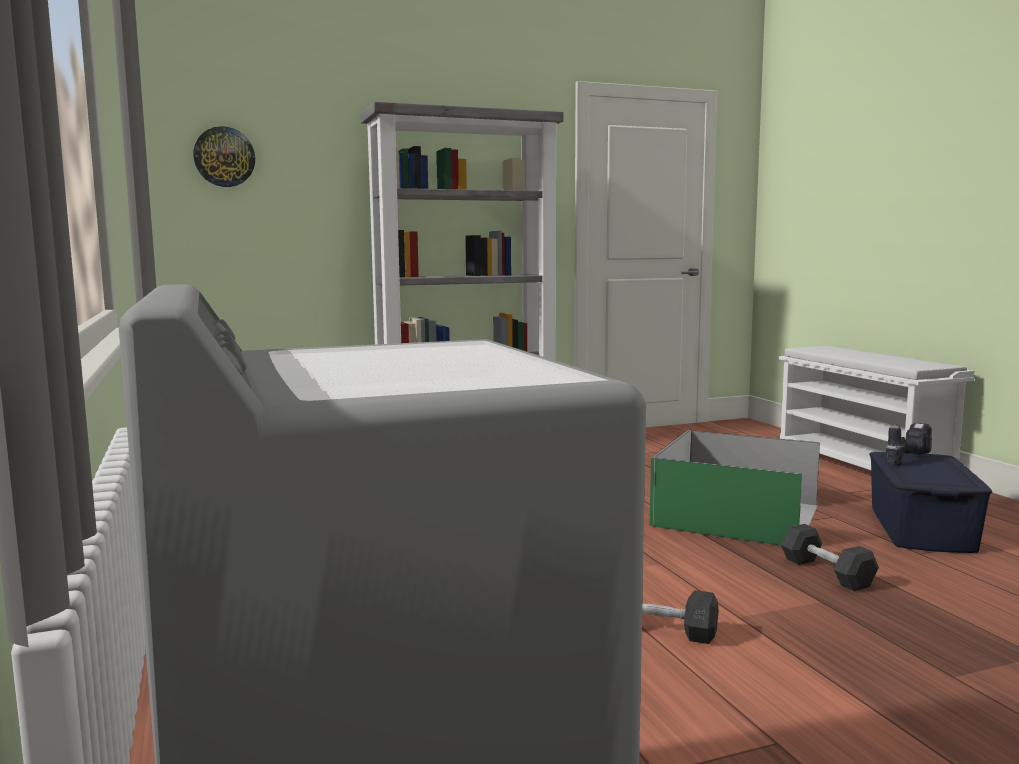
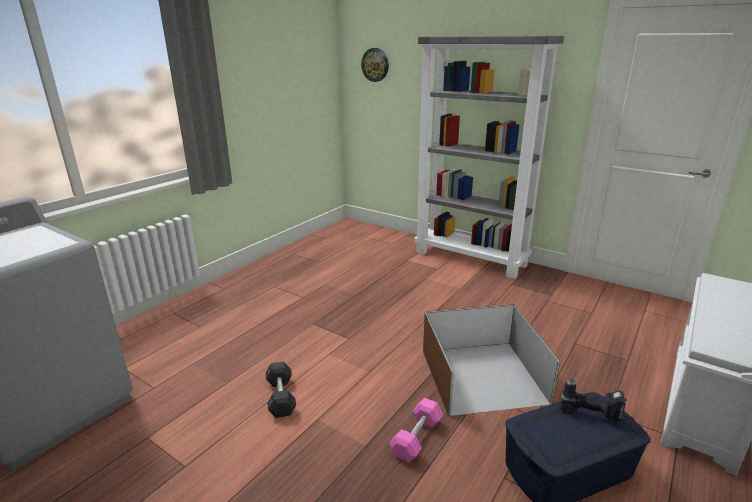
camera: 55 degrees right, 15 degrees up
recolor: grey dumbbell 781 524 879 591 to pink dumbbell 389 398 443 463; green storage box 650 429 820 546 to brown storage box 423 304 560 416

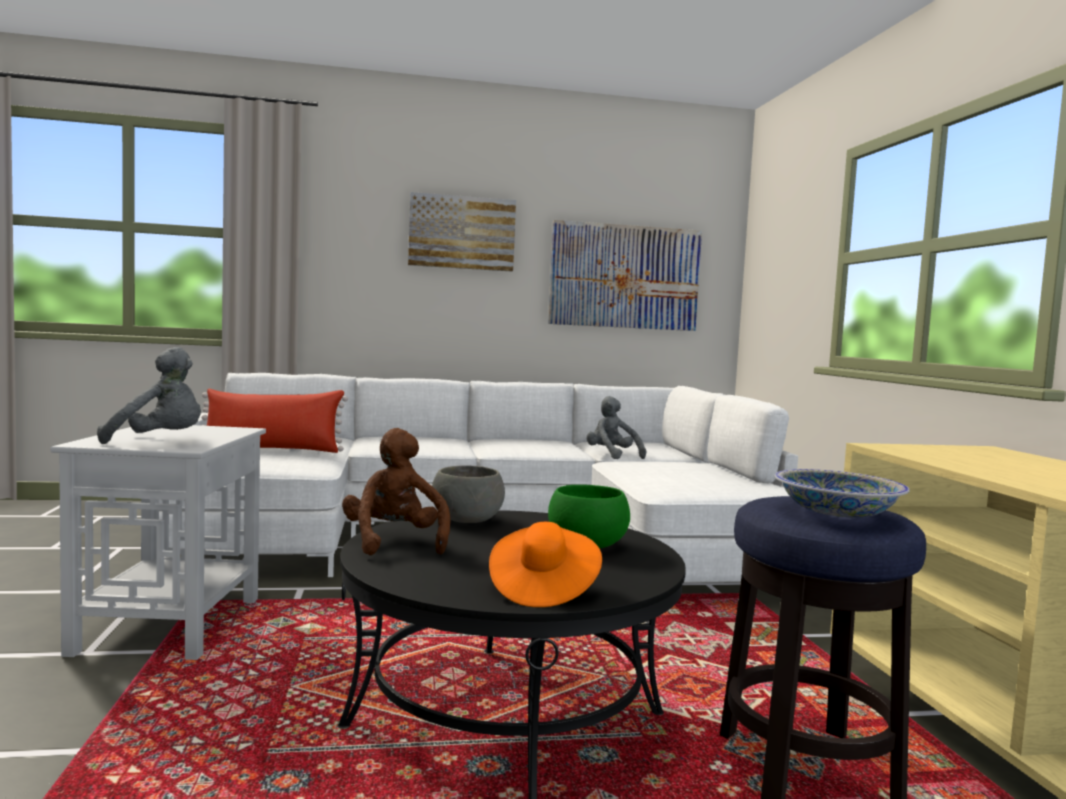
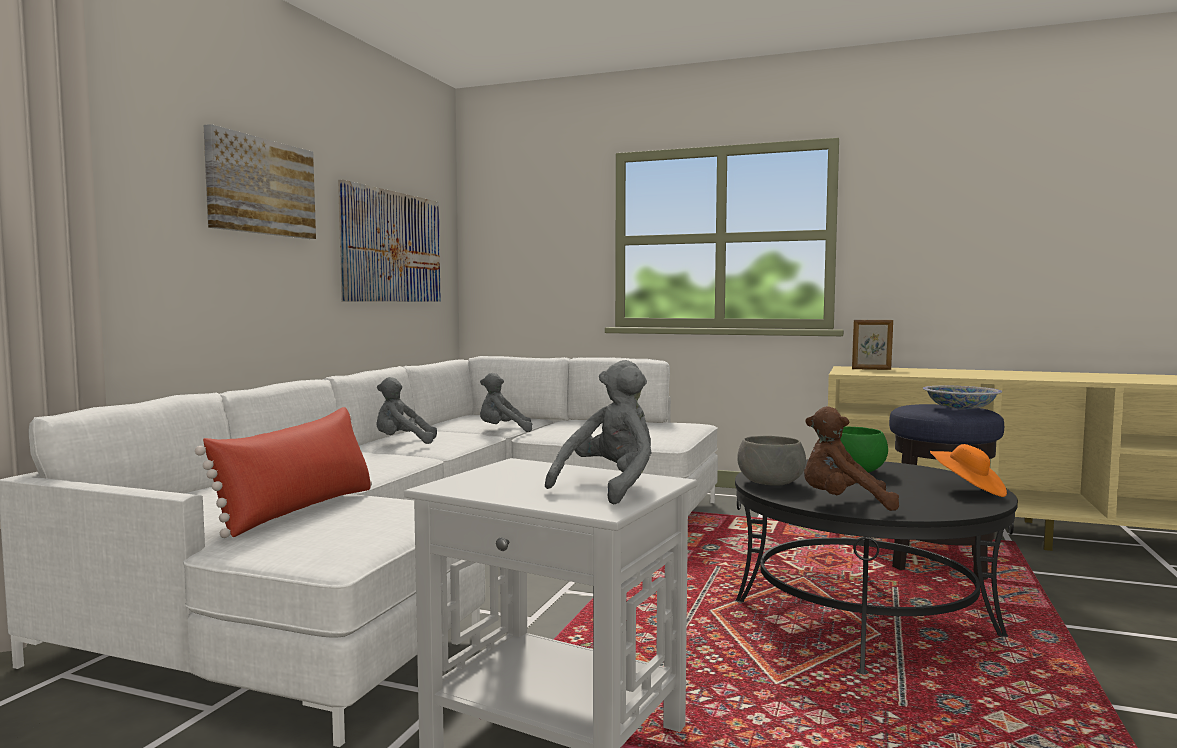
camera: 60 degrees left, 0 degrees up
insert: grey plush toy 376 377 437 444; picture frame 852 320 893 370

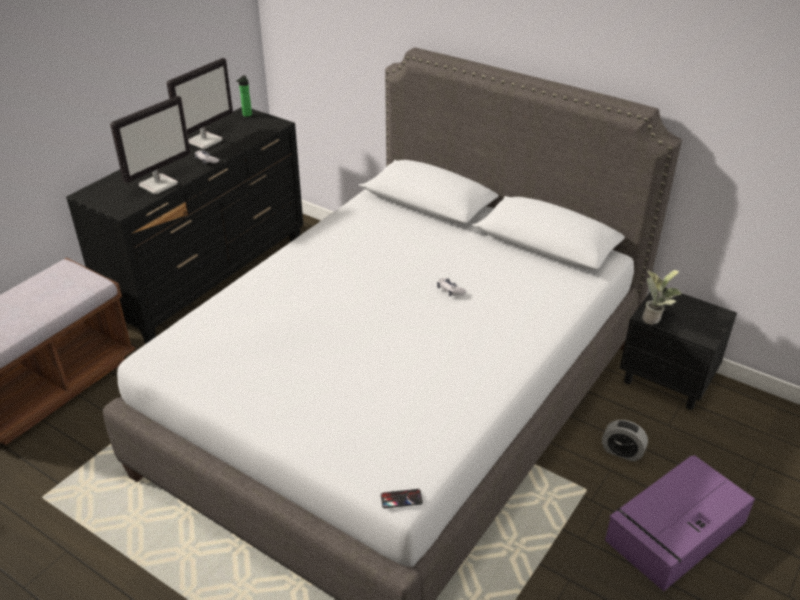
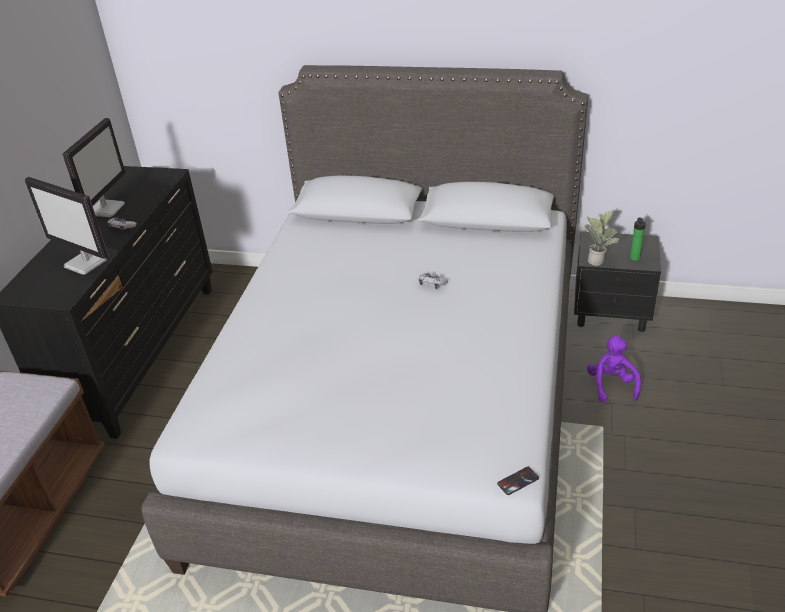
camera: 20 degrees left, 0 degrees up
delete: purple storage box 605 455 755 591
move: bottle 236 75 252 117 to 630 217 646 261
replace: alarm clock 602 420 648 462 to purple plush toy 587 336 641 402
rotate: monitor 110 96 191 194 = 25 177 109 275 105 degrees clockwise

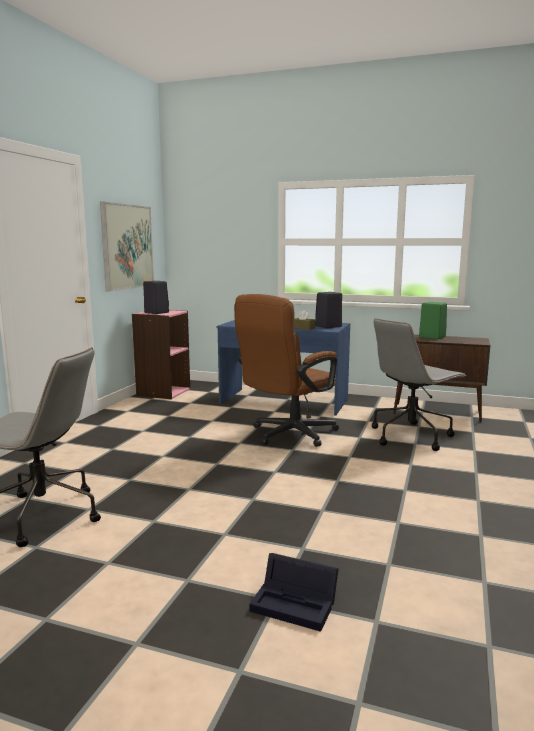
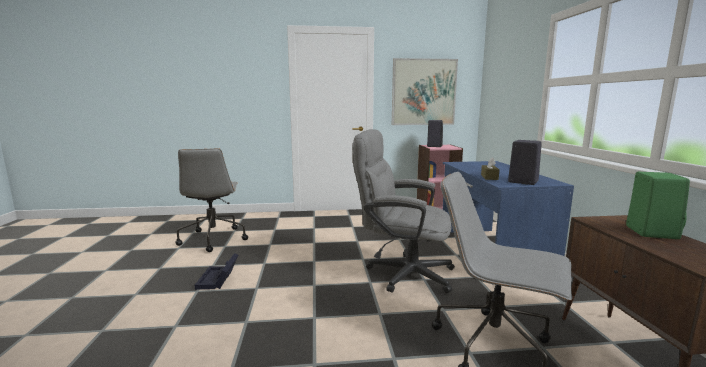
camera: 65 degrees right, 0 degrees up
move: black storage box 250 553 339 632 to 195 253 238 290
recolor: brown office chair 234 294 339 447 to grey office chair 353 129 455 293

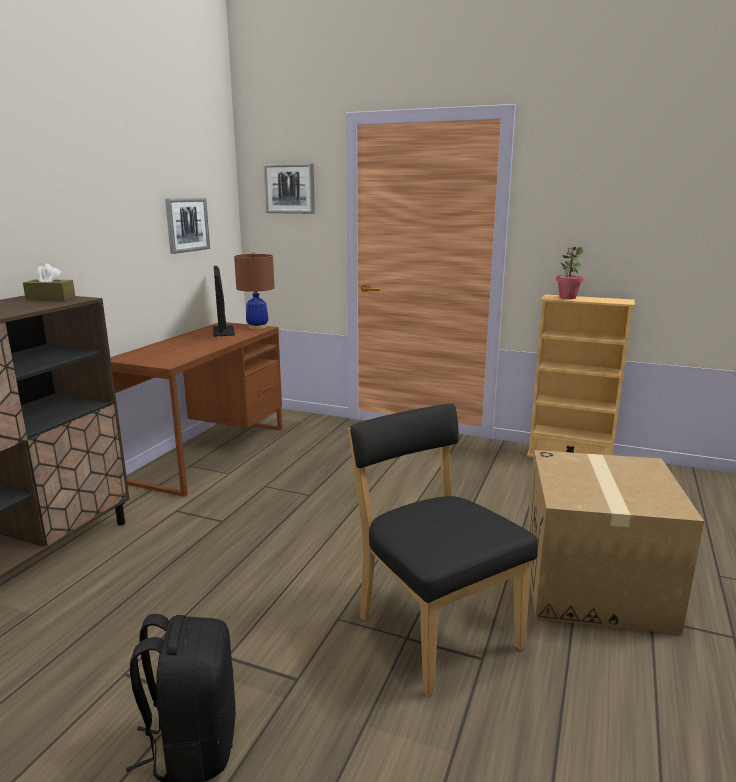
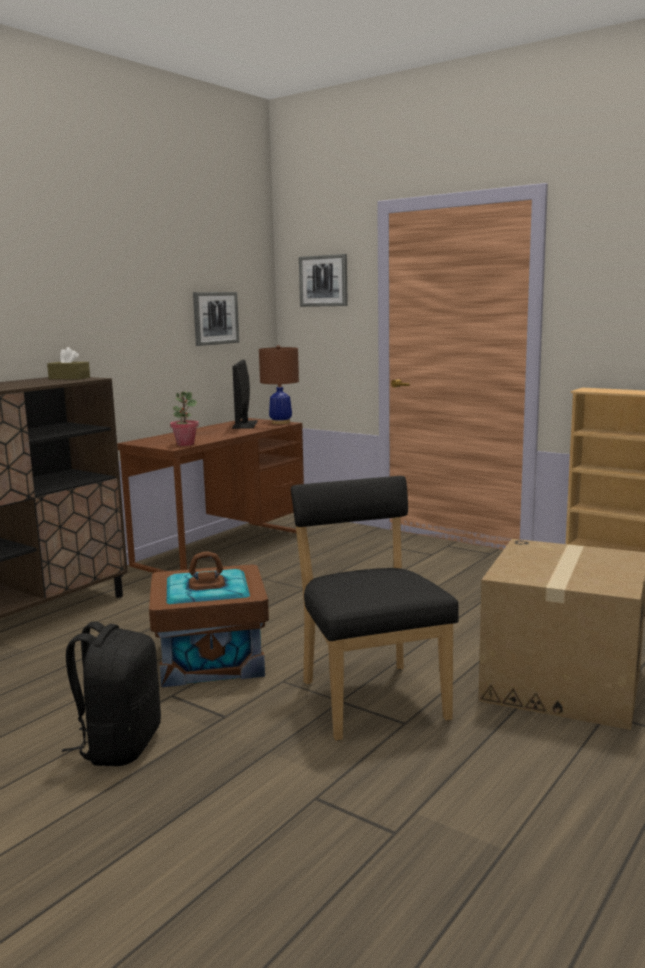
camera: 15 degrees right, 5 degrees down
insert: brown storage box 149 552 269 687
move: potted plant 556 247 584 299 to 170 391 199 446

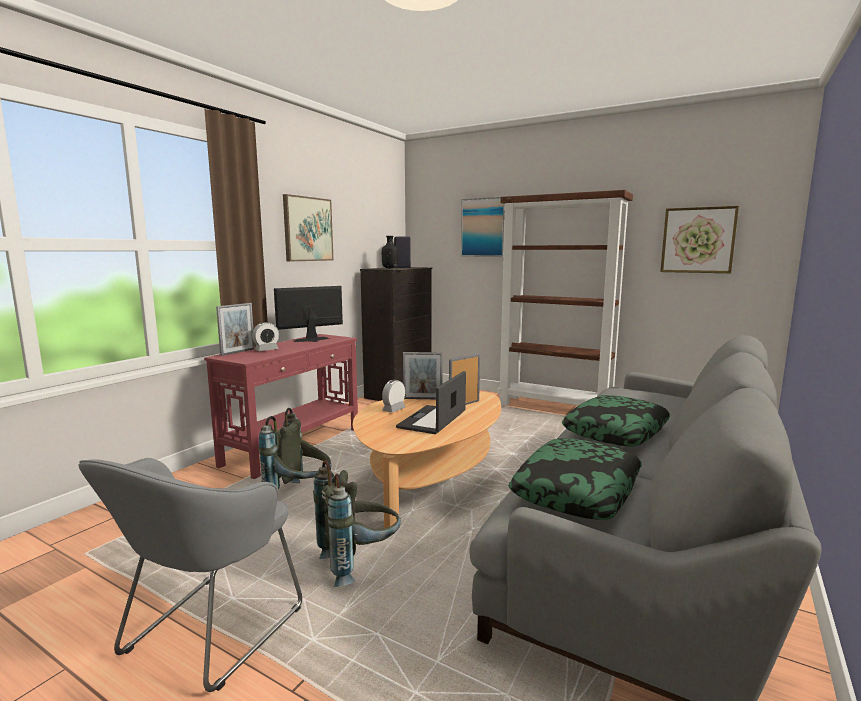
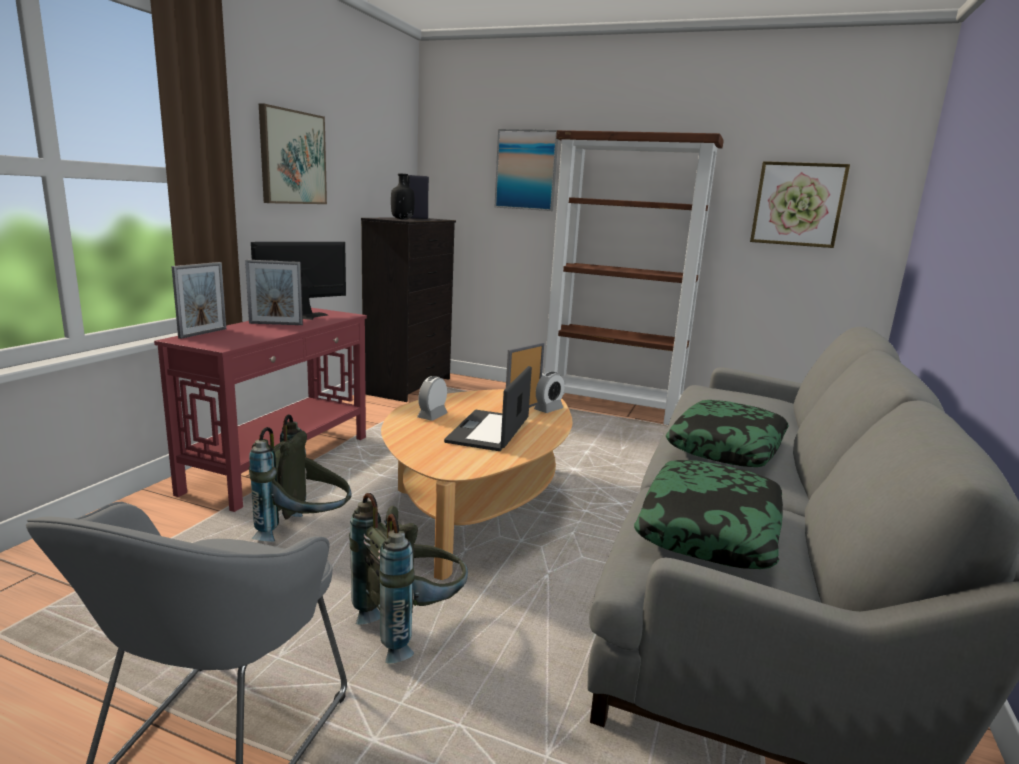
camera: 10 degrees left, 5 degrees up
move: picture frame 403 352 443 399 to 245 259 303 325; alarm clock 252 322 279 351 to 534 372 565 413

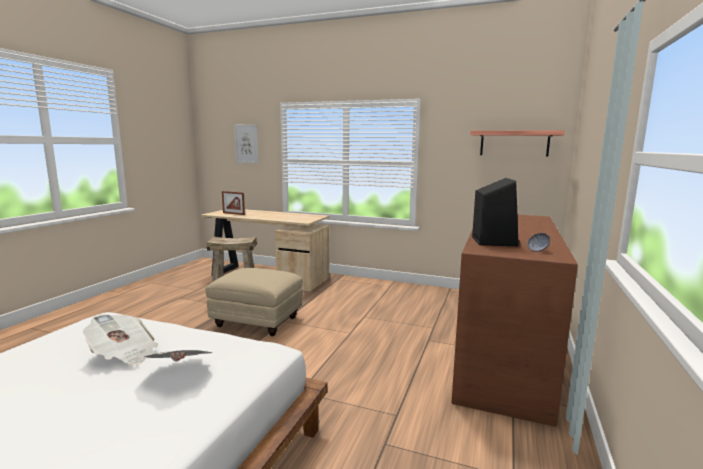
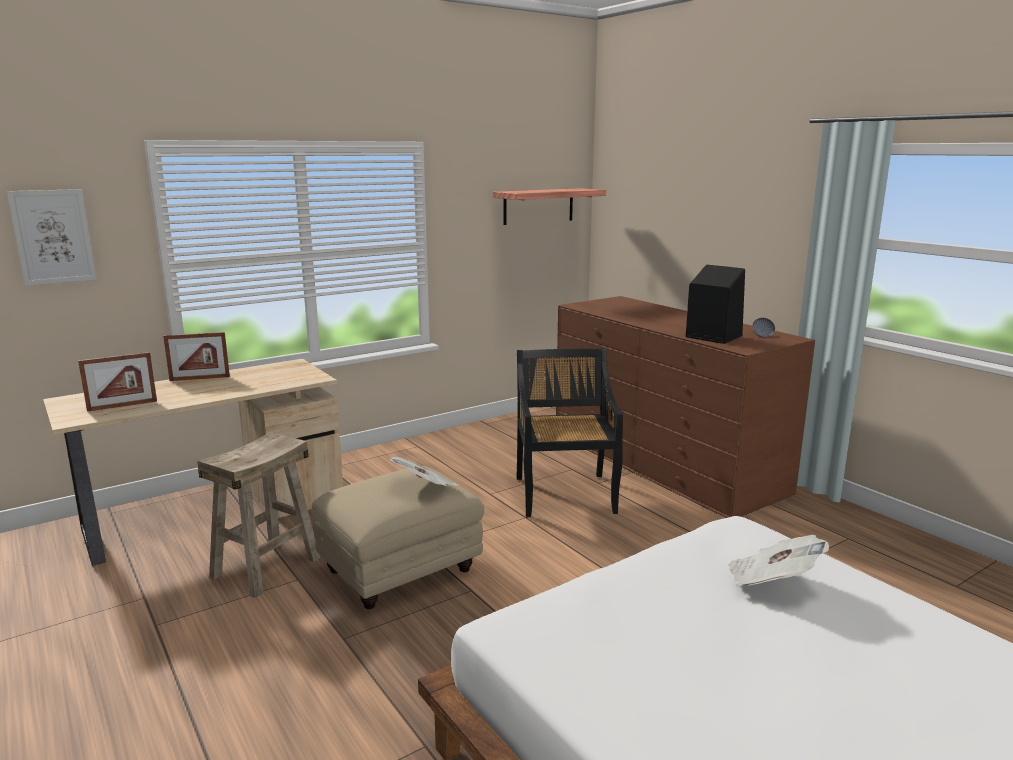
camera: 55 degrees left, 5 degrees up
insert: picture frame 163 332 230 381; black chair 516 348 623 517
move: newspaper 83 314 158 366 to 389 457 459 486

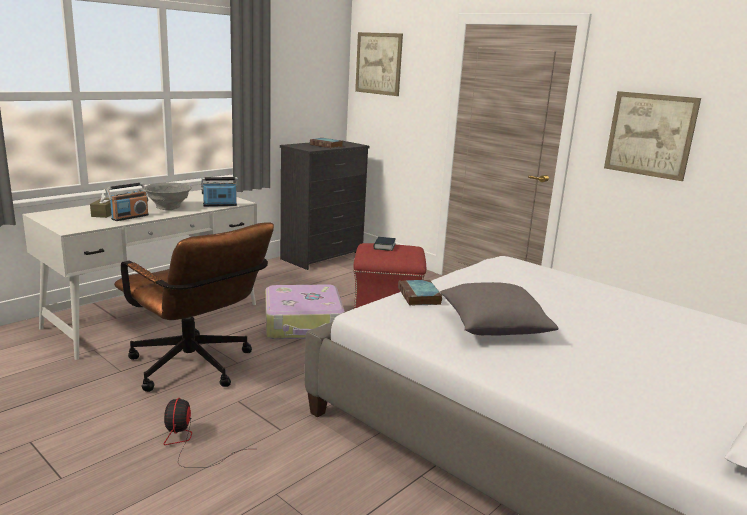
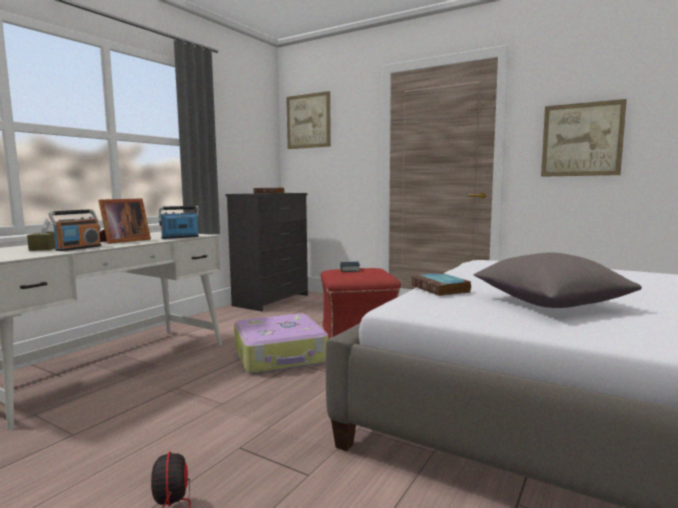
camera: 10 degrees left, 10 degrees down
delete: brown office chair 114 222 274 392
replace: grey bowl 145 182 192 210 to picture frame 98 198 151 244

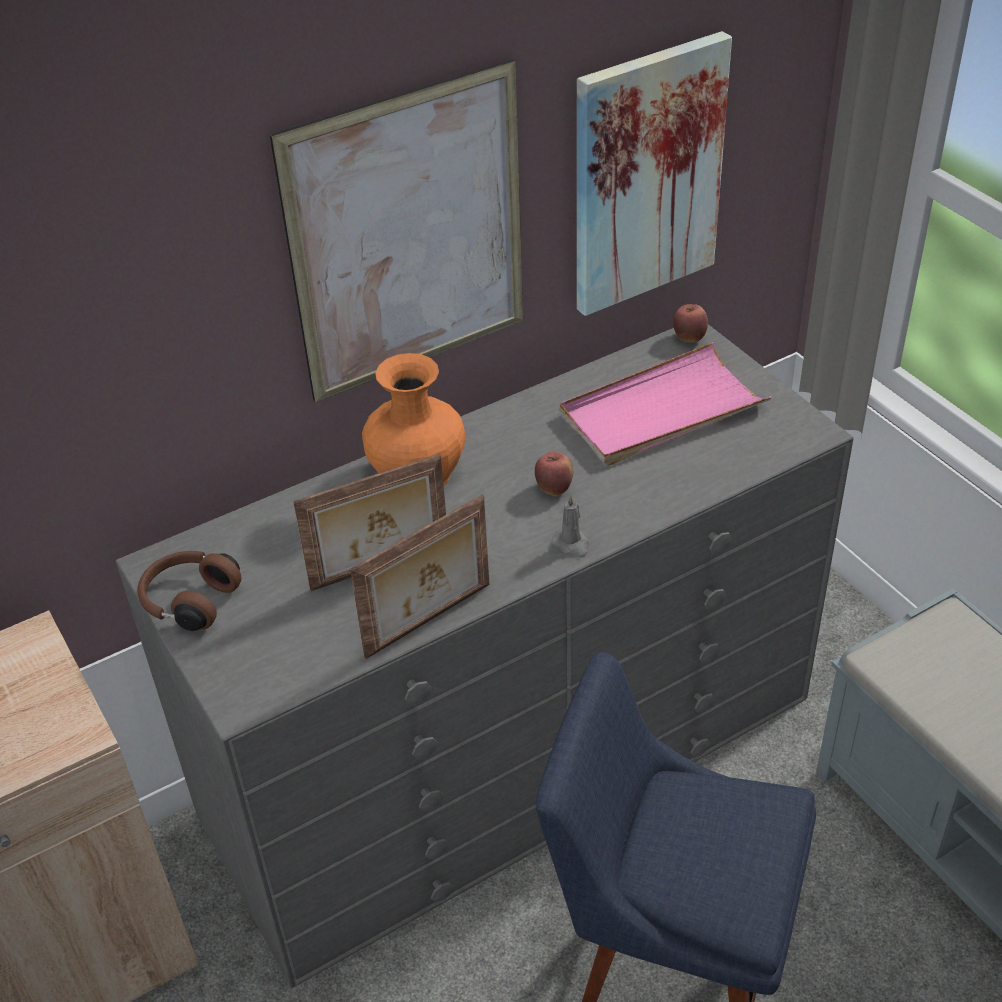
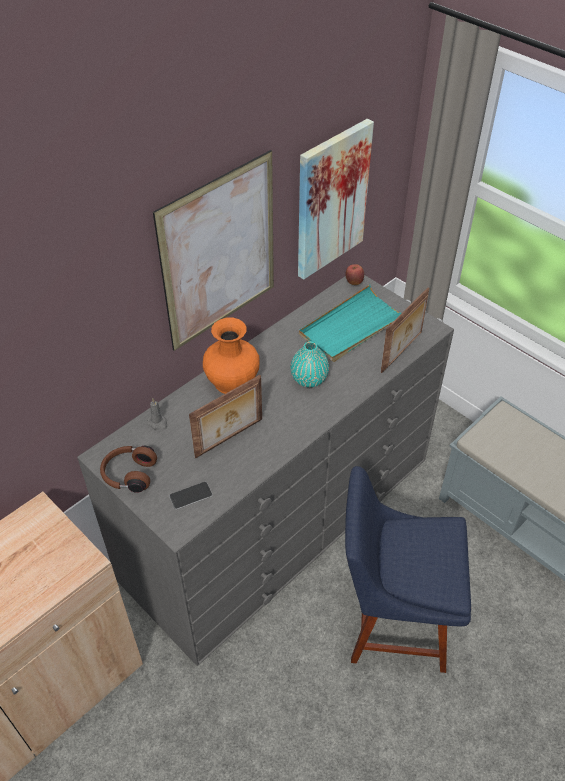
camera: 15 degrees left, 5 degrees up
insert: phone 169 482 213 510
move: grey candle 552 494 589 558 to 147 399 167 430; picture frame 350 495 489 659 to 380 287 429 373
replace: apple 535 452 573 496 to turquoise vase 291 341 329 387
recolor: pink tray 560 342 771 465 to turquoise tray 299 285 401 362

